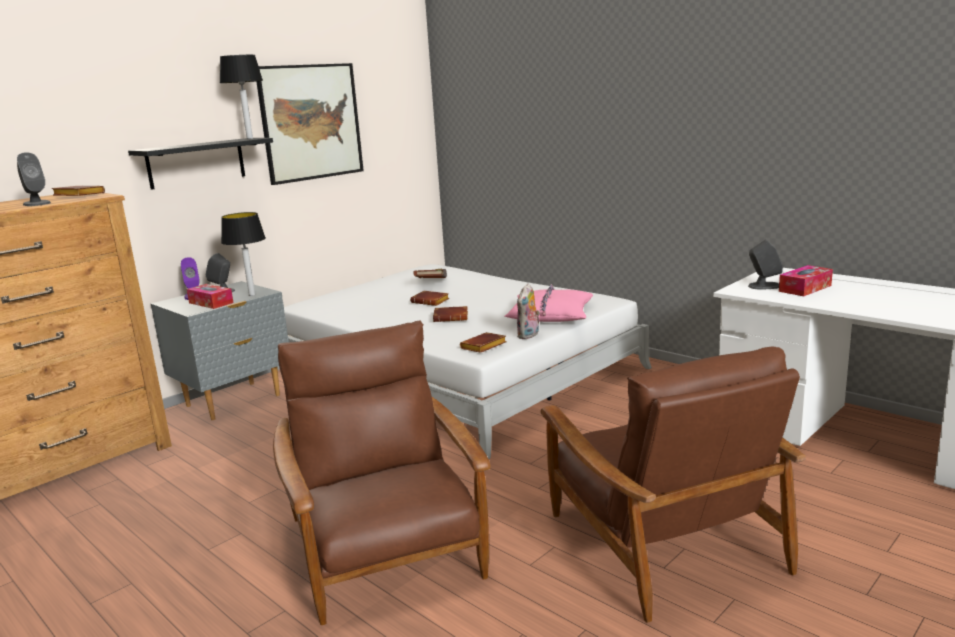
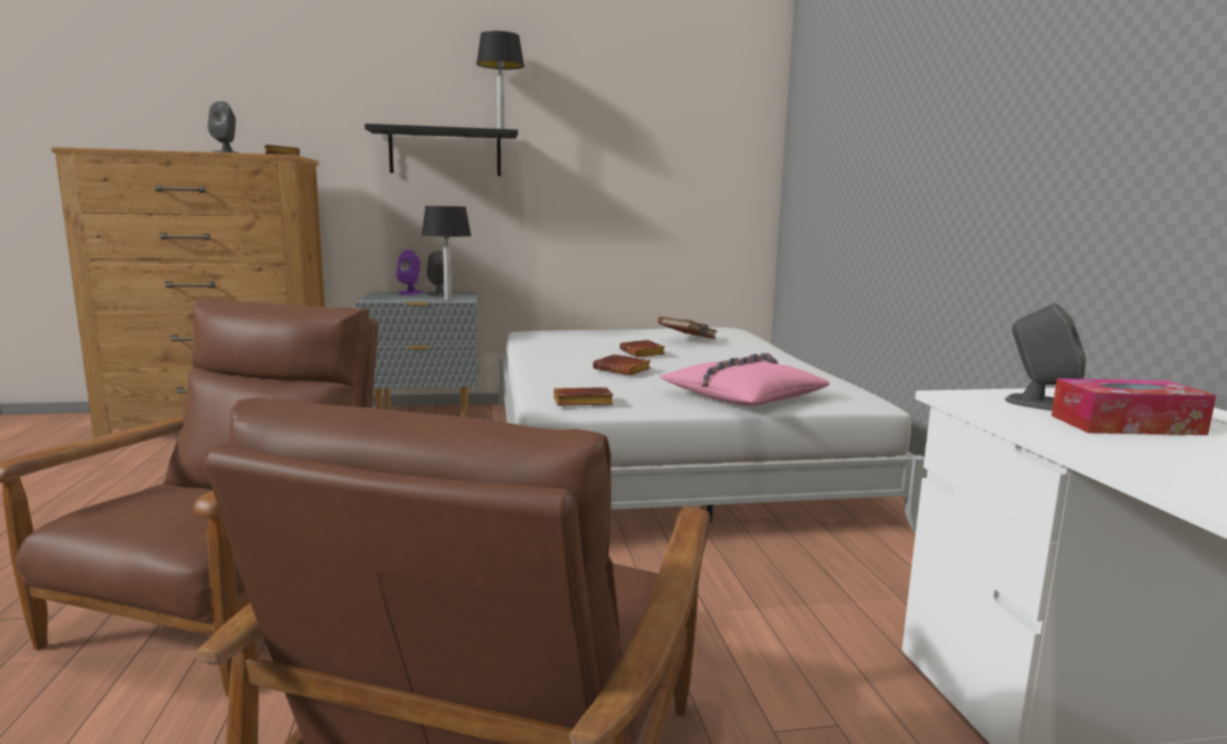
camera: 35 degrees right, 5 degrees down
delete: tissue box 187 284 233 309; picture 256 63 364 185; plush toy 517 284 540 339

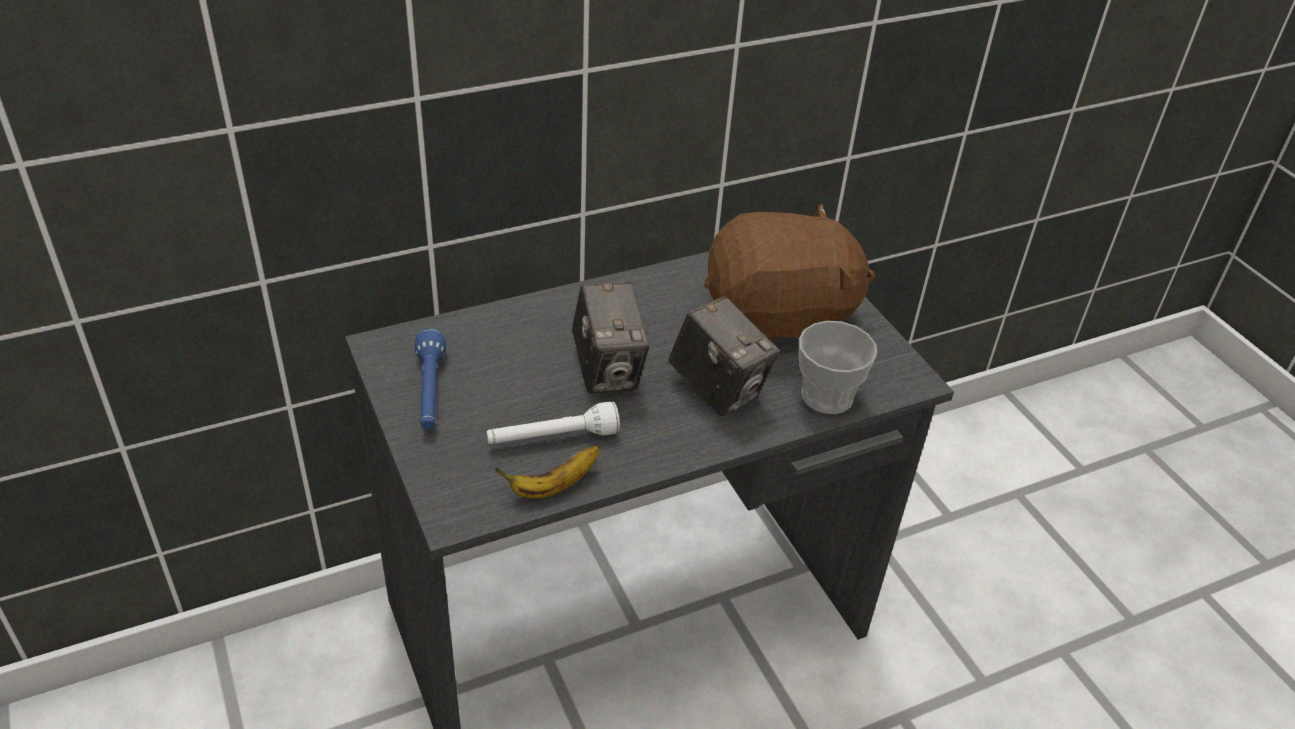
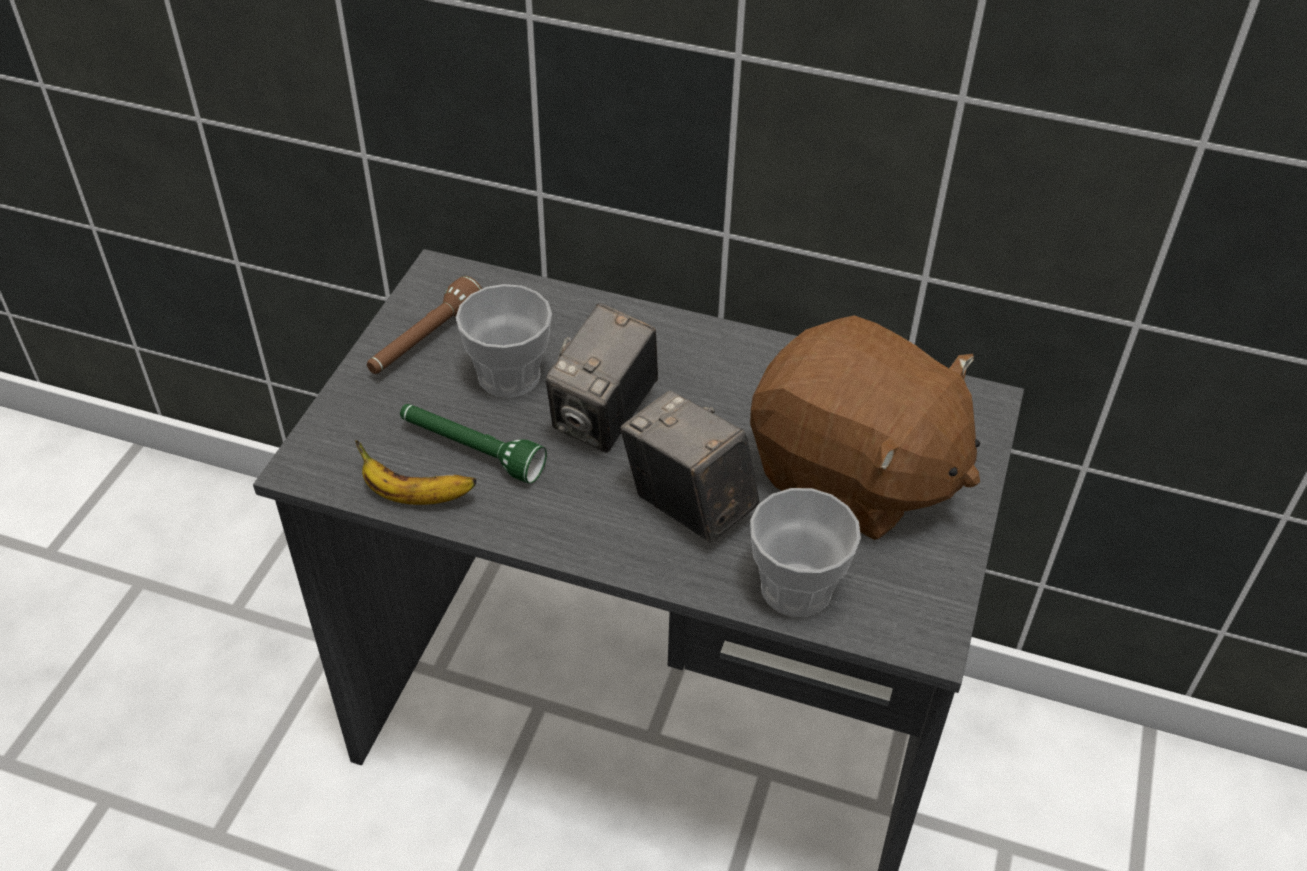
camera: 45 degrees right, 5 degrees up
insert: cup 456 284 552 397
recolor: blue flashlight 415 329 446 429 to brown flashlight 367 276 482 374; white flashlight 486 401 620 444 to green flashlight 400 404 547 483
rotate: photo camera 669 296 779 416 = 620 391 760 542 135 degrees clockwise

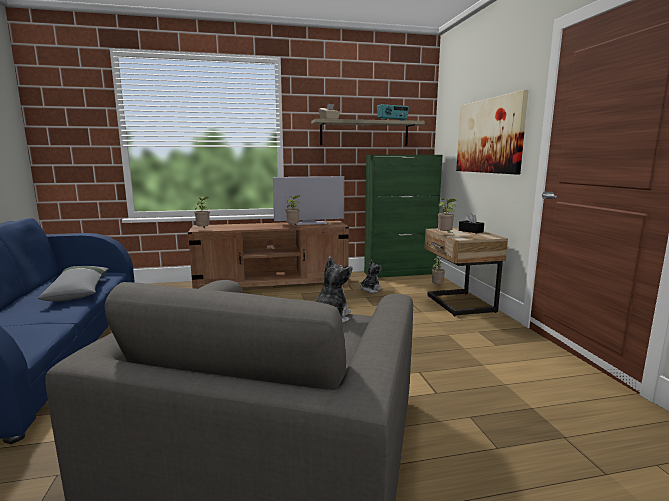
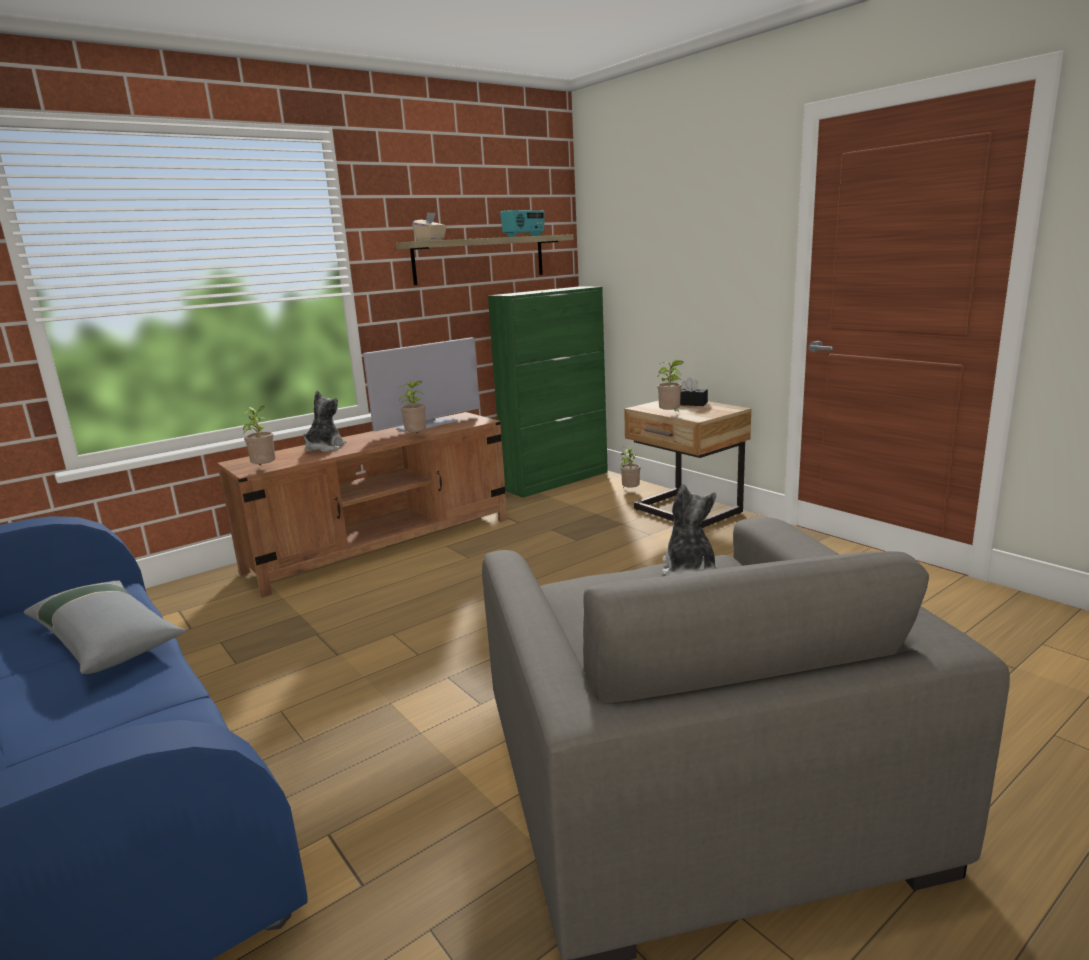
camera: 25 degrees left, 5 degrees up
delete: picture 456 90 529 175
move: plush toy 360 260 382 293 to 304 391 346 452

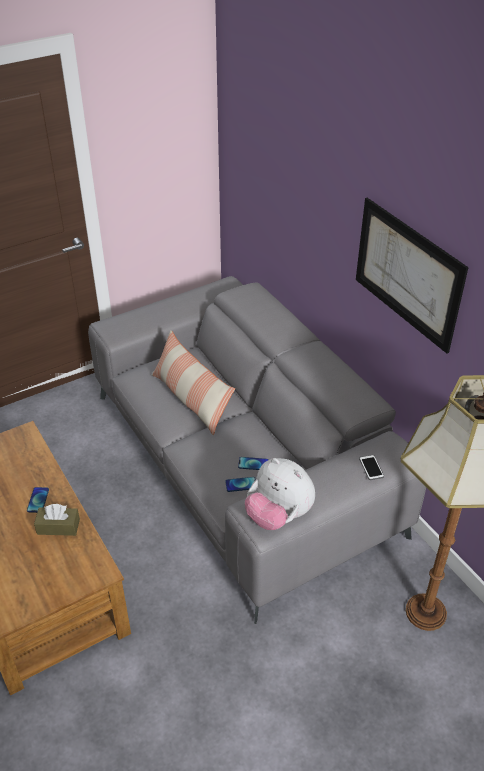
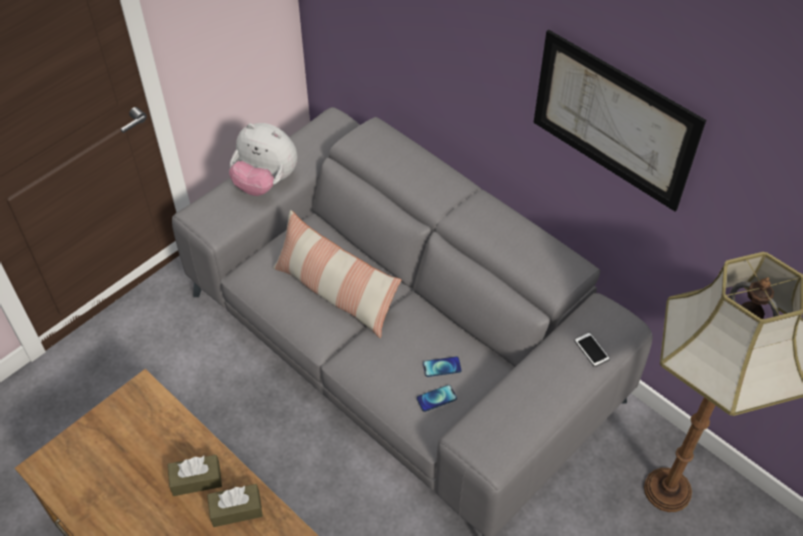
camera: 15 degrees left, 10 degrees up
move: plush toy 245 458 315 530 to 229 123 298 196
replace: phone 27 487 49 513 to brown tissue box 168 455 222 496

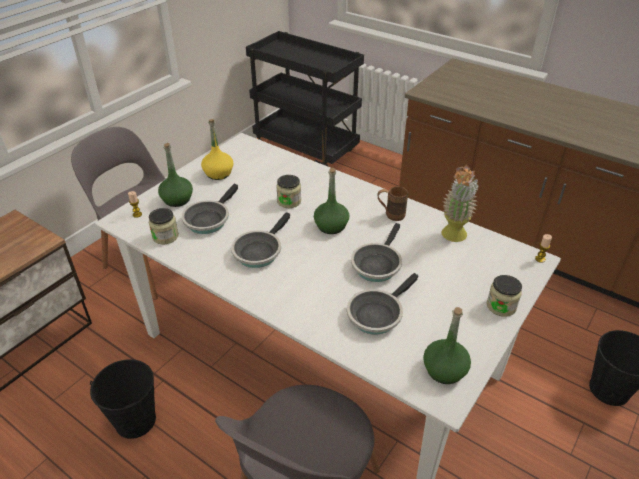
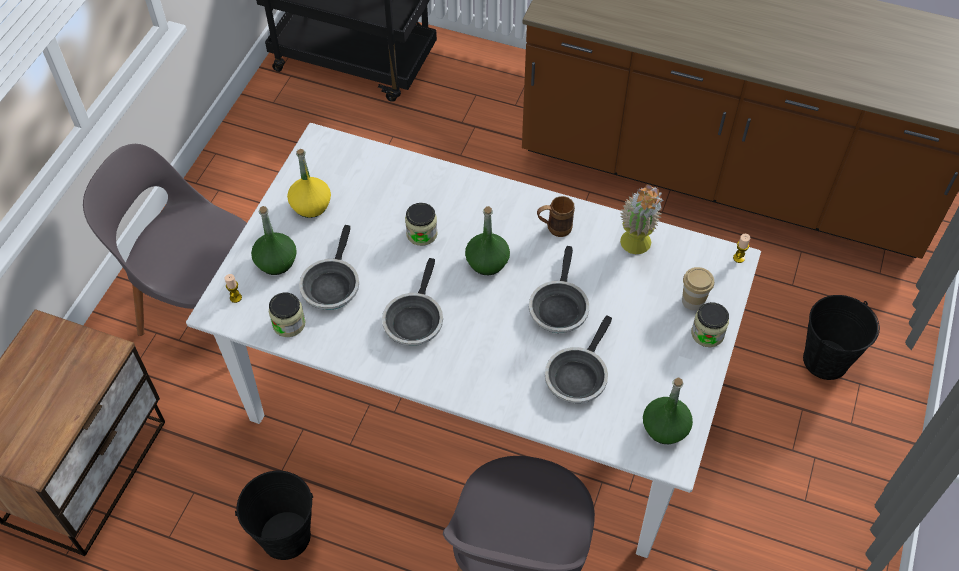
camera: 15 degrees left, 15 degrees up
insert: cup 682 267 714 311

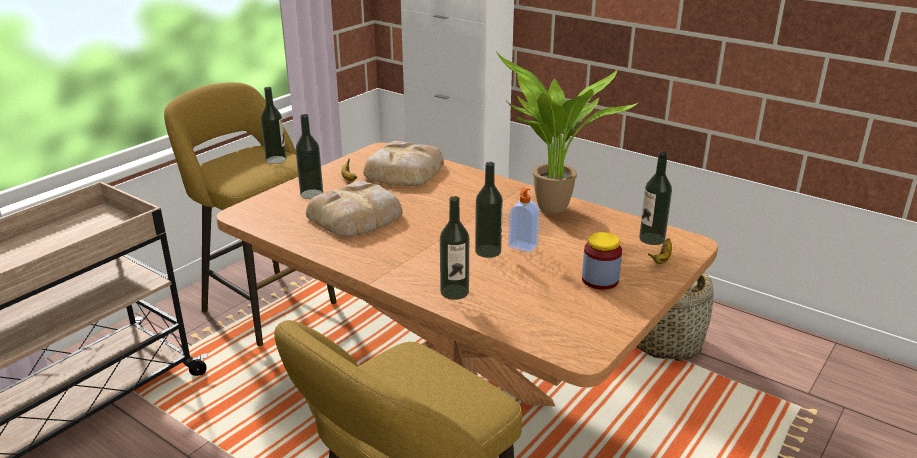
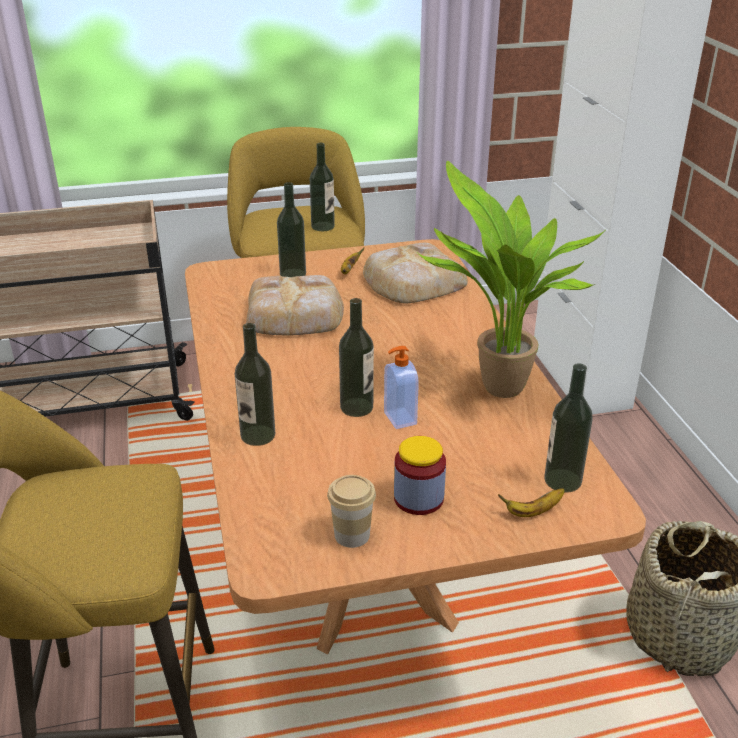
camera: 40 degrees right, 5 degrees up
insert: cup 327 475 376 548

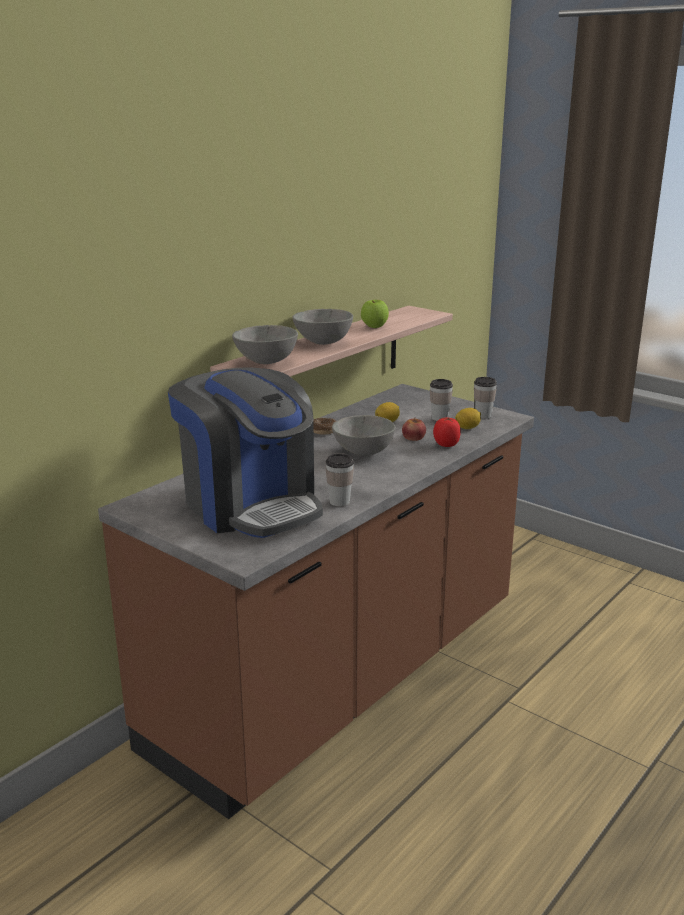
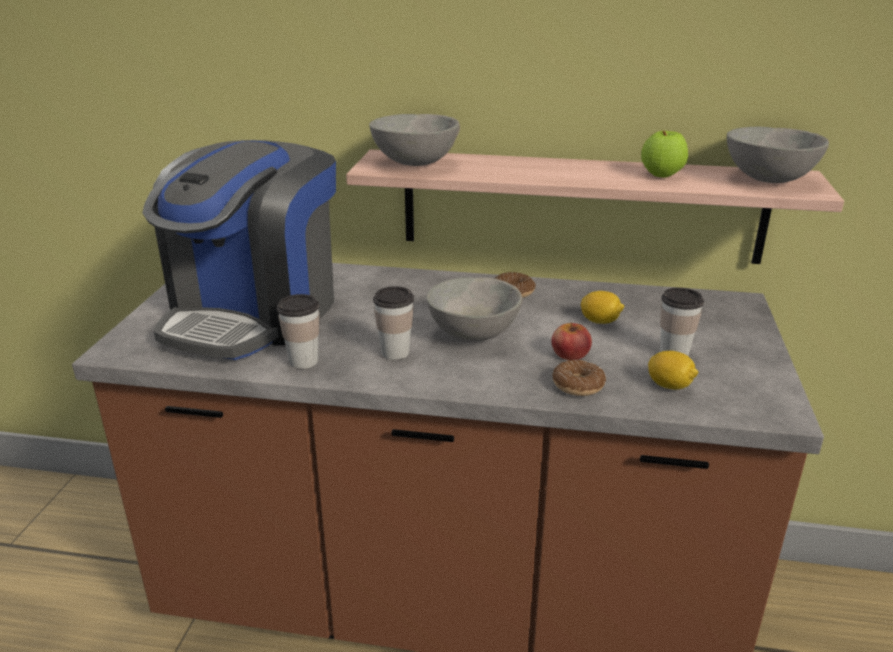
camera: 60 degrees right, 5 degrees up
move: cup 474 377 497 419 to 373 286 414 360; grey bowl 292 309 353 345 to 727 127 829 183
replace: tomato 433 417 461 447 to donut 552 360 606 396

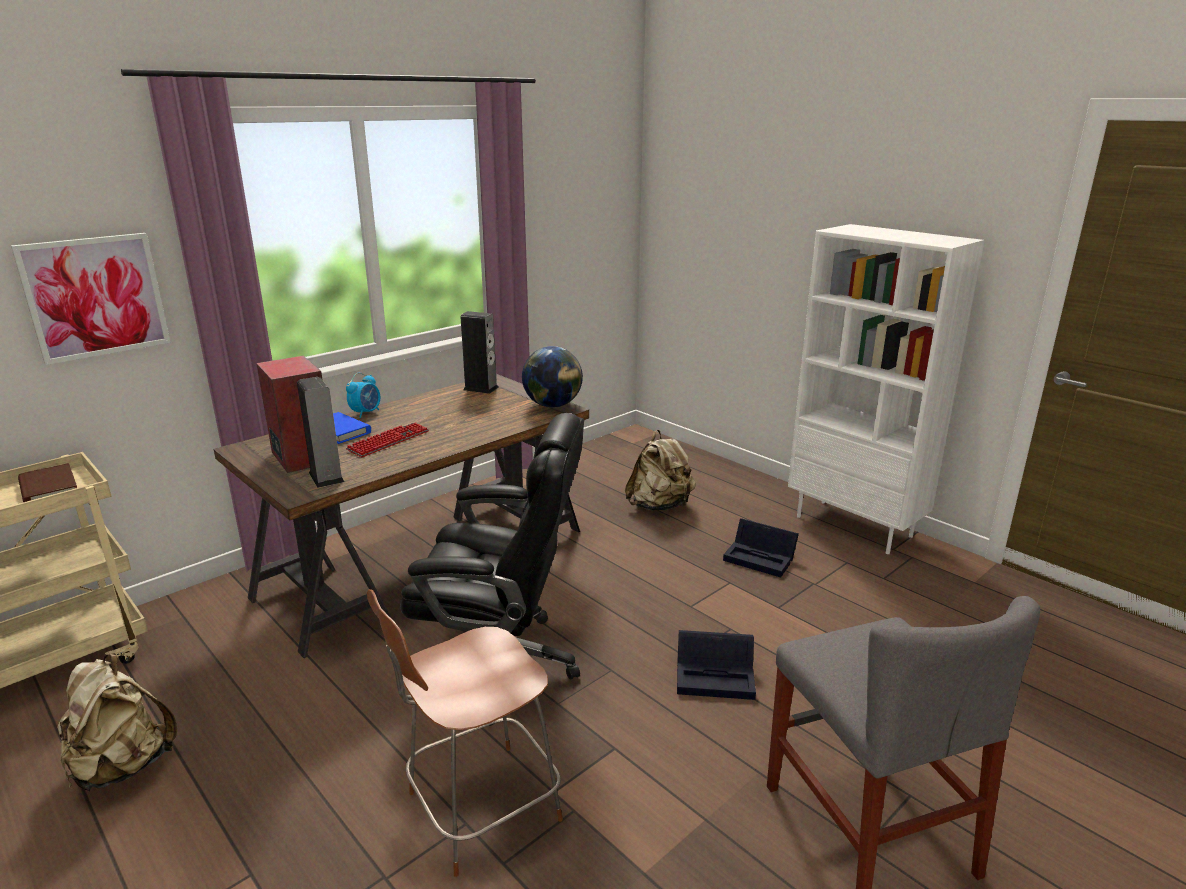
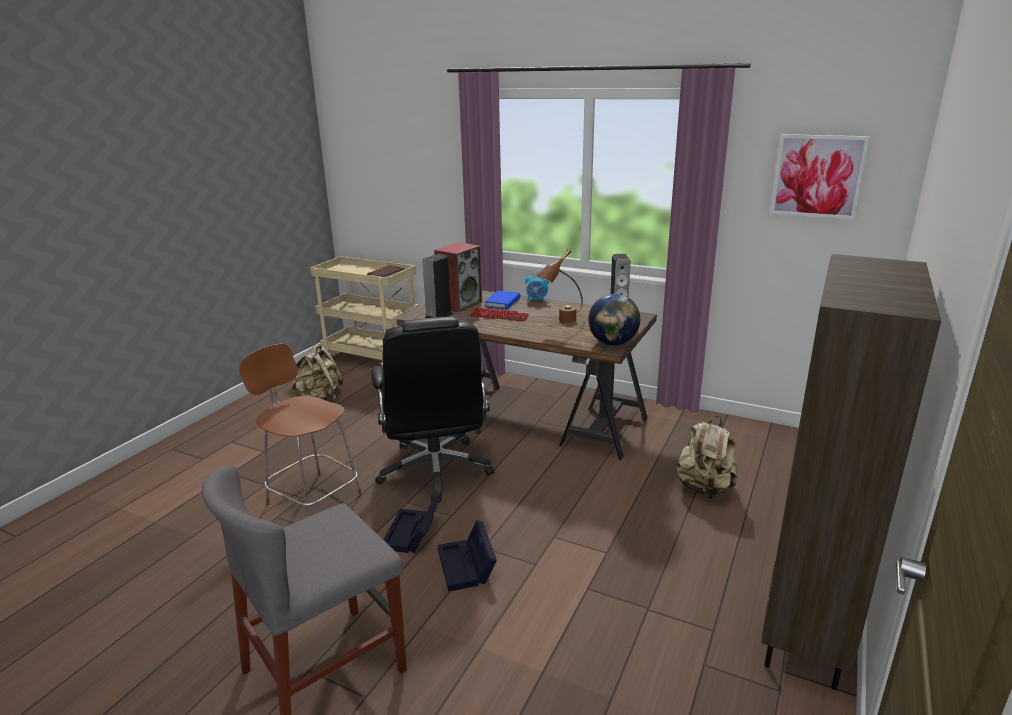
camera: 70 degrees right, 0 degrees up
insert: brown table lamp 537 249 583 323
move: black storage box 723 519 799 578 to 383 496 441 553; picture 11 233 171 365 to 770 134 870 220
recolor: white bookcase 788 224 985 554 to brown bookcase 762 254 941 690

